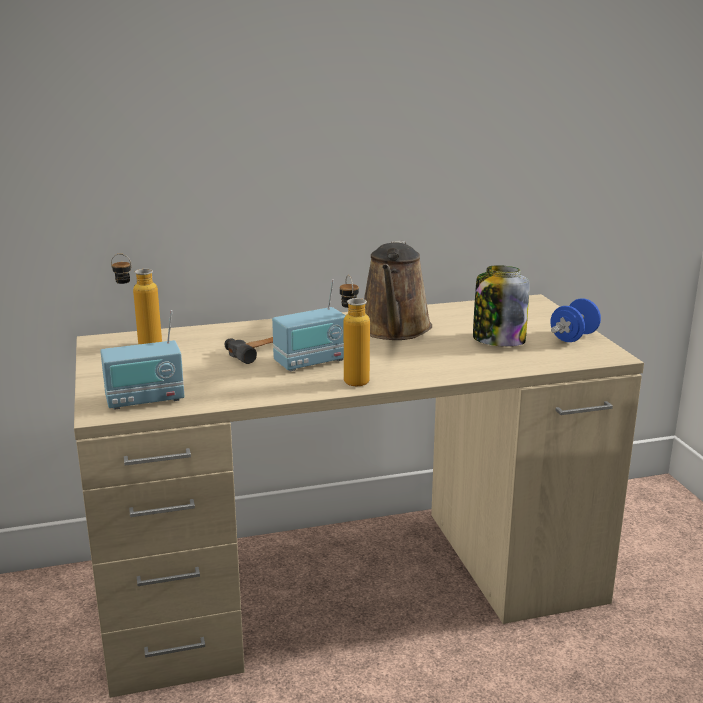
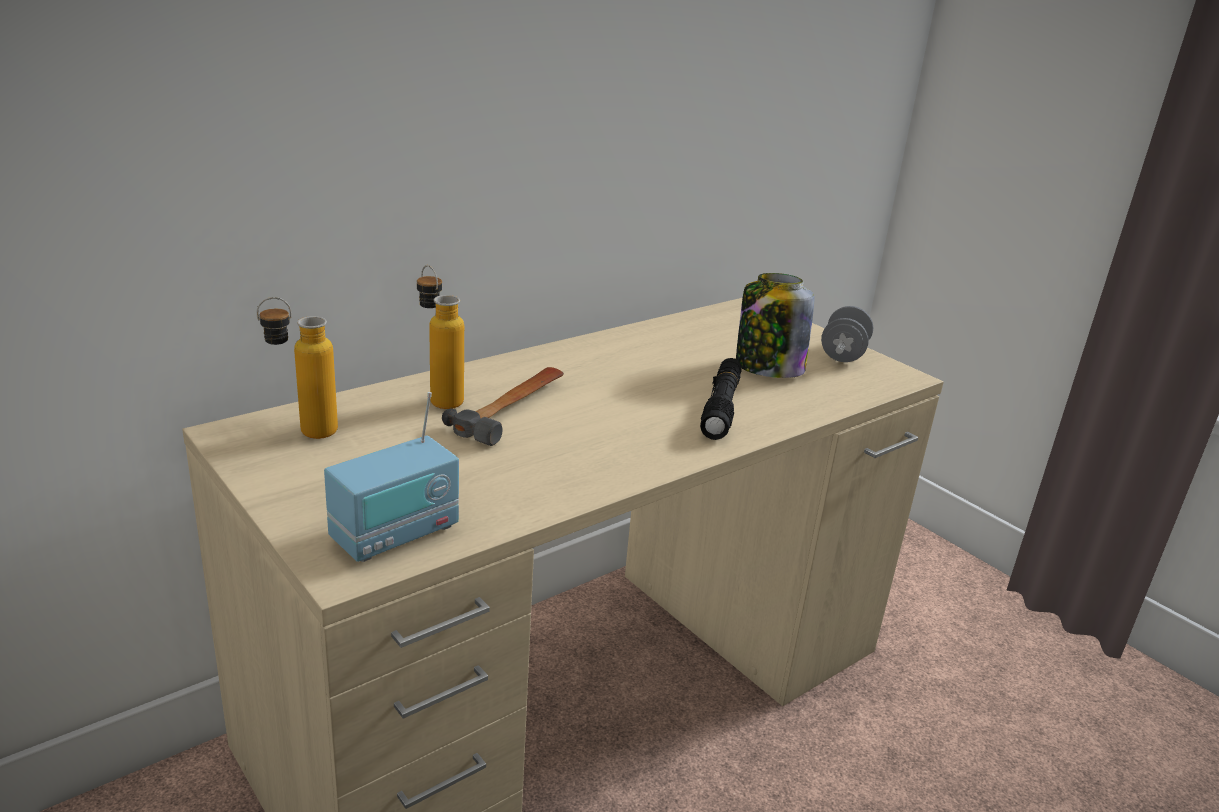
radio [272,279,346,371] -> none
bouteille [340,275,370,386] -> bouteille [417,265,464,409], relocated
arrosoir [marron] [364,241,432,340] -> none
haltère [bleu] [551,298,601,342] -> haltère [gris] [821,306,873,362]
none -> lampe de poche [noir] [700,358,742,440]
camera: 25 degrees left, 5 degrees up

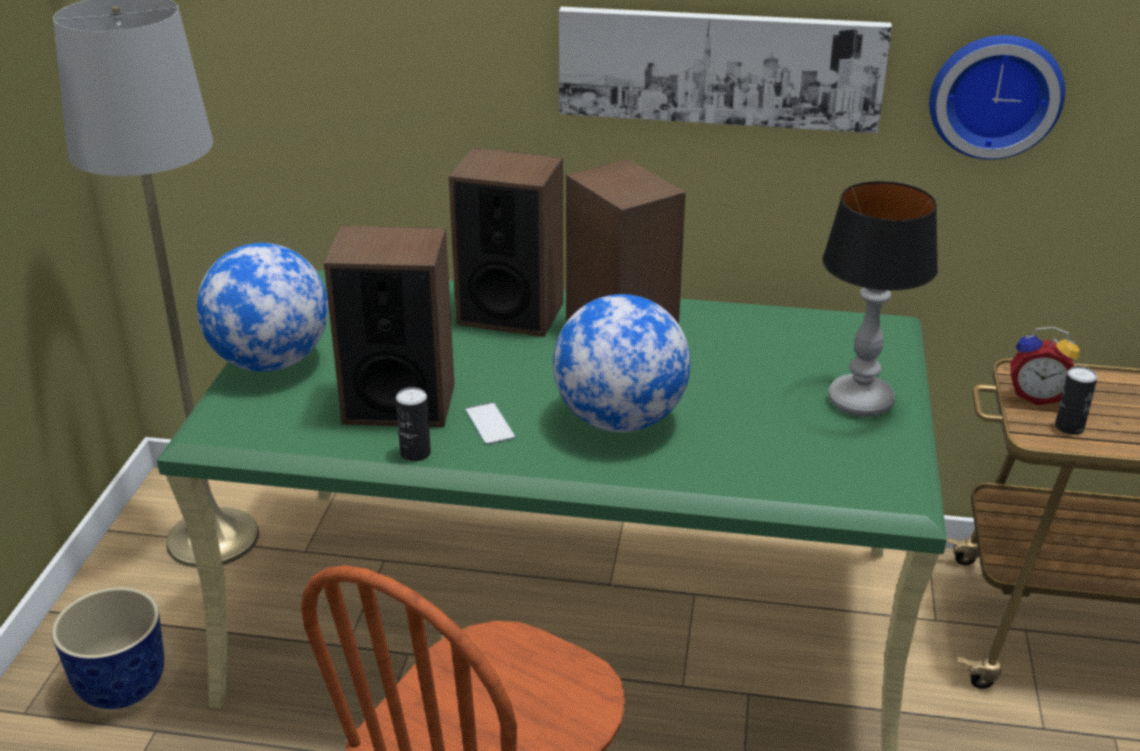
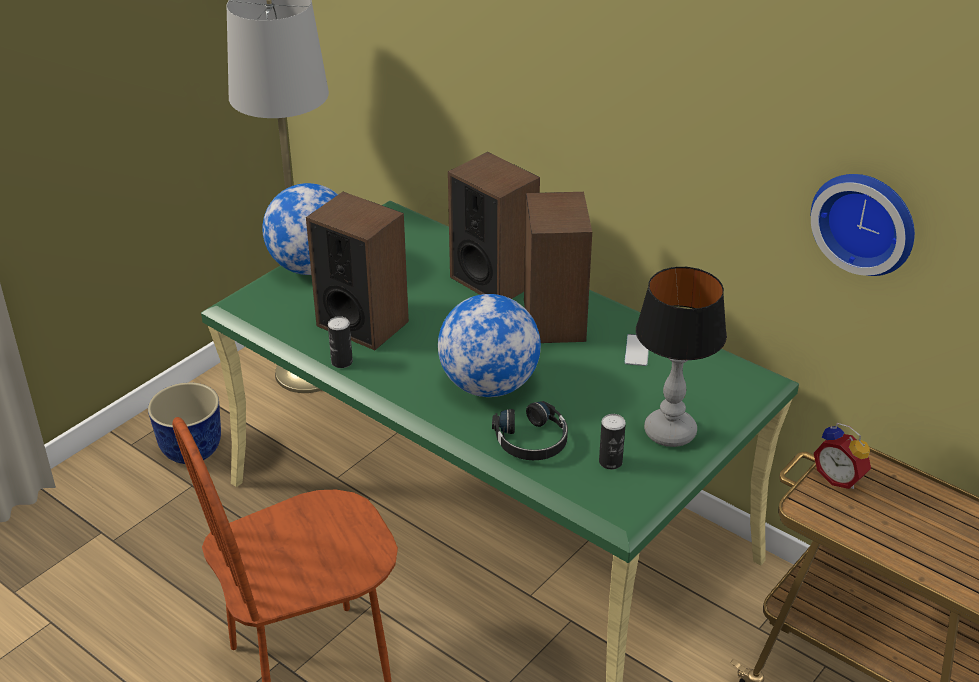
téléphone [465,402,515,444] -> téléphone [624,334,649,366], relocated
tableau [559,7,892,133] -> none
boîte métallique [1055,366,1097,435] -> boîte métallique [599,414,626,470], relocated
none -> casque audio [noir] [492,401,568,460]
camera: 30 degrees right, 5 degrees up

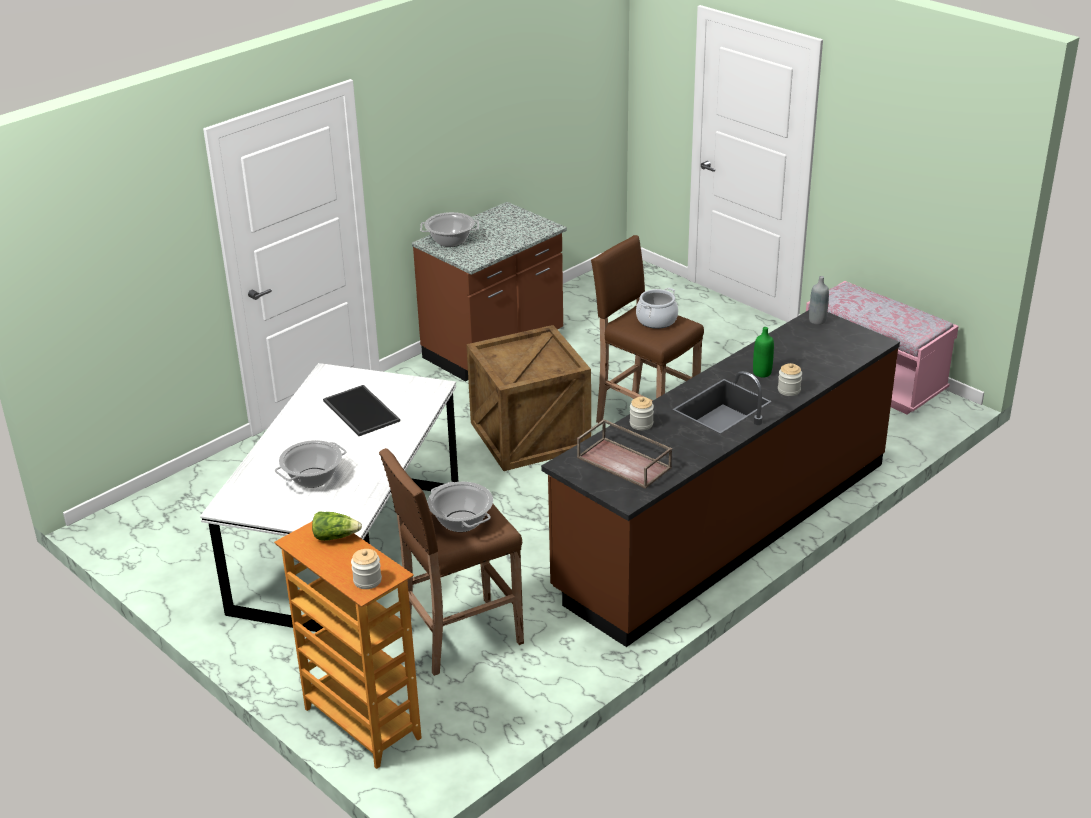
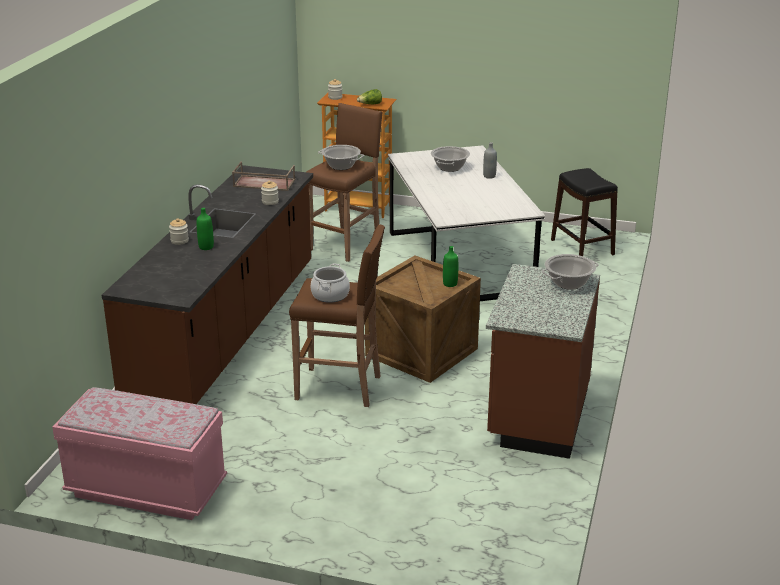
plateau [323,385,400,436] -> none
bouteille [gris] [809,276,829,325] -> bouteille [gris] [483,142,497,179], relocated
none -> bouteille [vert] [443,246,458,287]
none -> tabouret [noir] [551,168,618,256]
camera: 150 degrees right, 5 degrees down

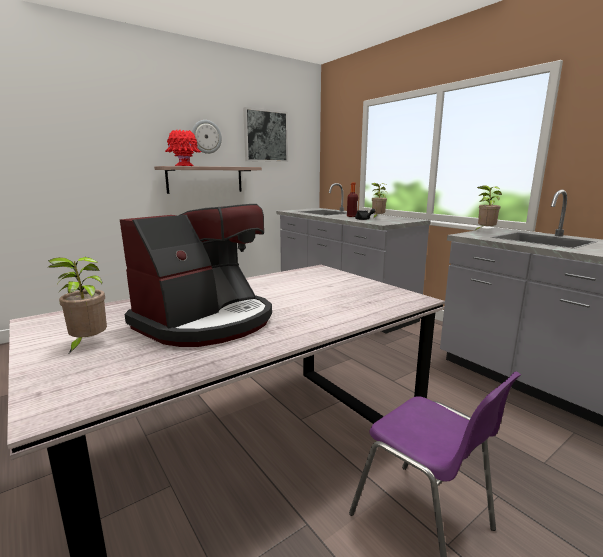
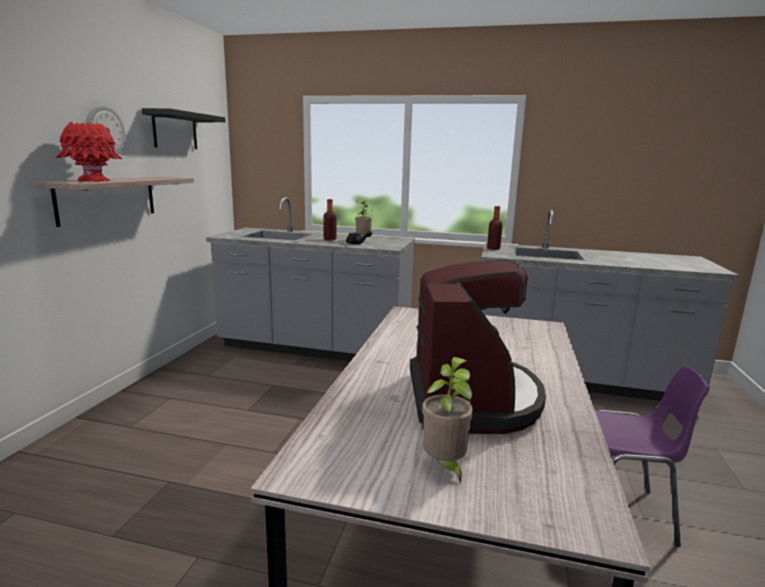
tableau [243,107,288,162] -> étagère [noir] [142,108,226,149]
plante en pot [473,185,502,232] -> bouteille [487,206,503,250]
camera: 40 degrees left, 0 degrees up

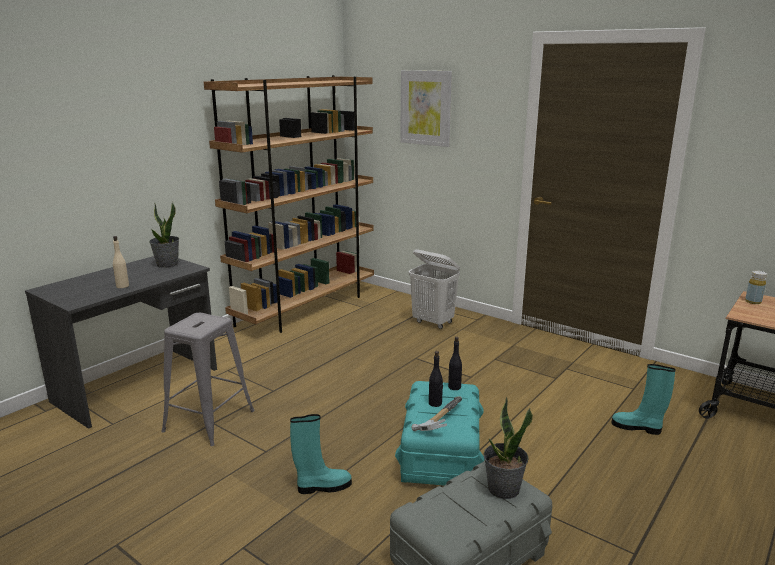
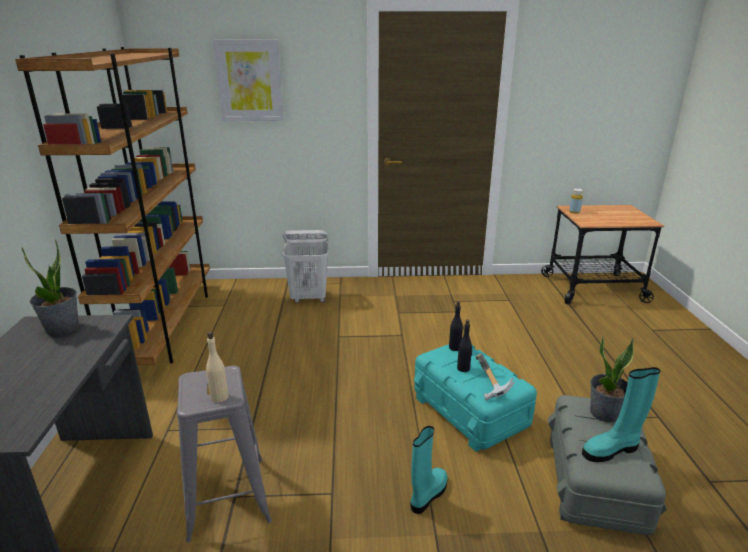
bouteille [beige] [113,236,129,288] -> bouteille [beige] [206,331,229,403], relocated
botte [turquoise] [612,364,676,435] -> botte [turquoise] [582,367,660,462], relocated
camera: 40 degrees left, 5 degrees up

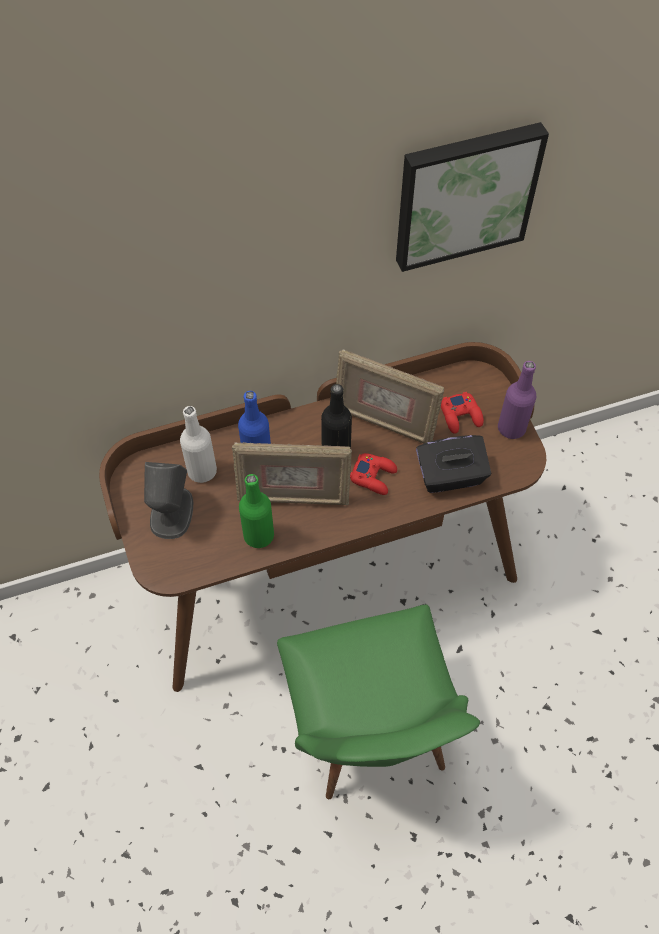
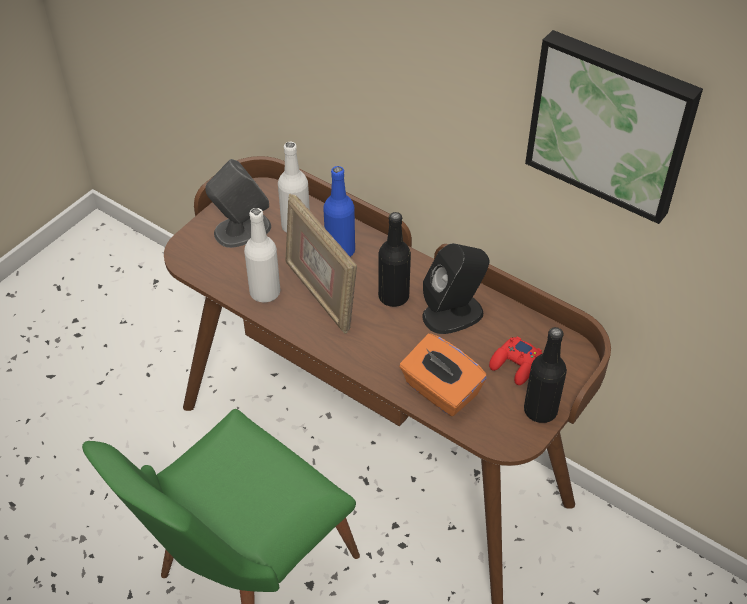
bouteille [vert] [239,474,274,548] -> bouteille [blanc] [244,208,280,303]
cadre photo [336,349,444,443] -> enceinte [noir] [422,243,489,334]
manette [rouge] [350,453,397,495] -> none
boîte à mouchoirs [noir] [416,435,491,493] -> boîte à mouchoirs [orange] [399,333,487,416]
bouteille [violet] [498,361,536,439] -> bouteille [noir] [524,327,567,423]
camera: 55 degrees right, 10 degrees down

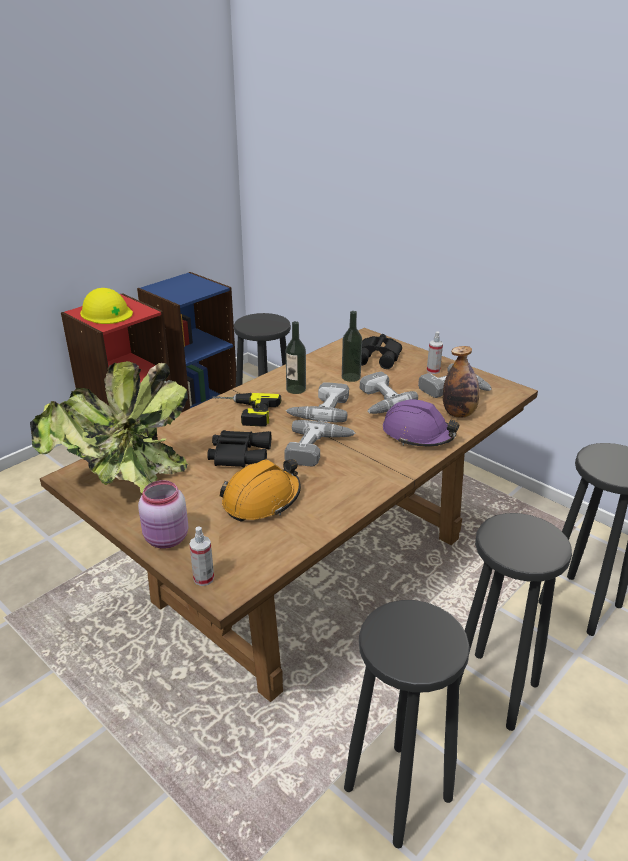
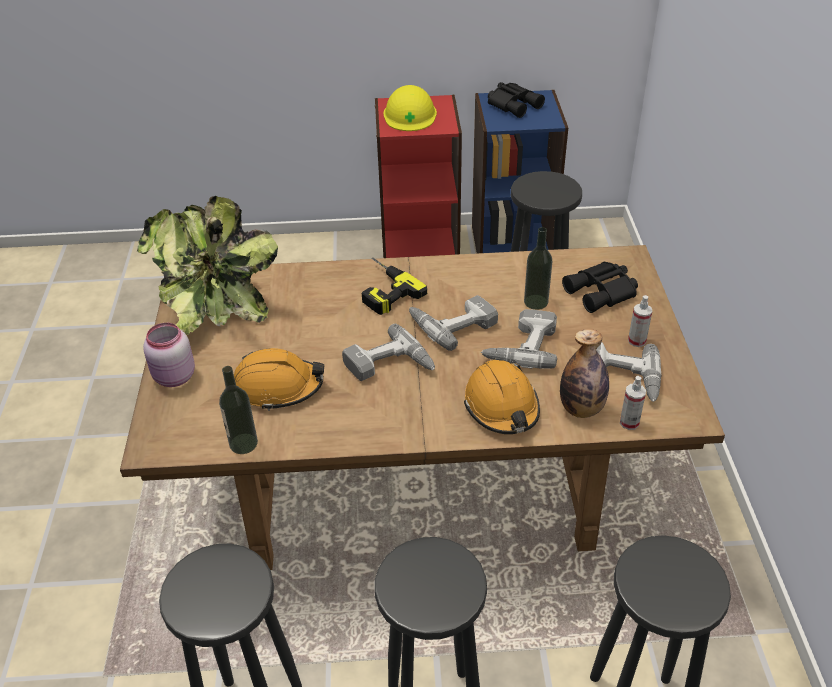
vaporisateur [189,527,214,586] -> vaporisateur [620,376,646,430], relocated
jumelles [noir] [207,430,271,467] -> jumelles [noir] [488,82,545,118], relocated
bouteille [286,321,306,394] -> bouteille [219,366,258,454], relocated
casque de chantier [violet] [383,400,460,447] -> casque de chantier [orange] [464,360,540,434]
camera: 45 degrees right, 10 degrees up

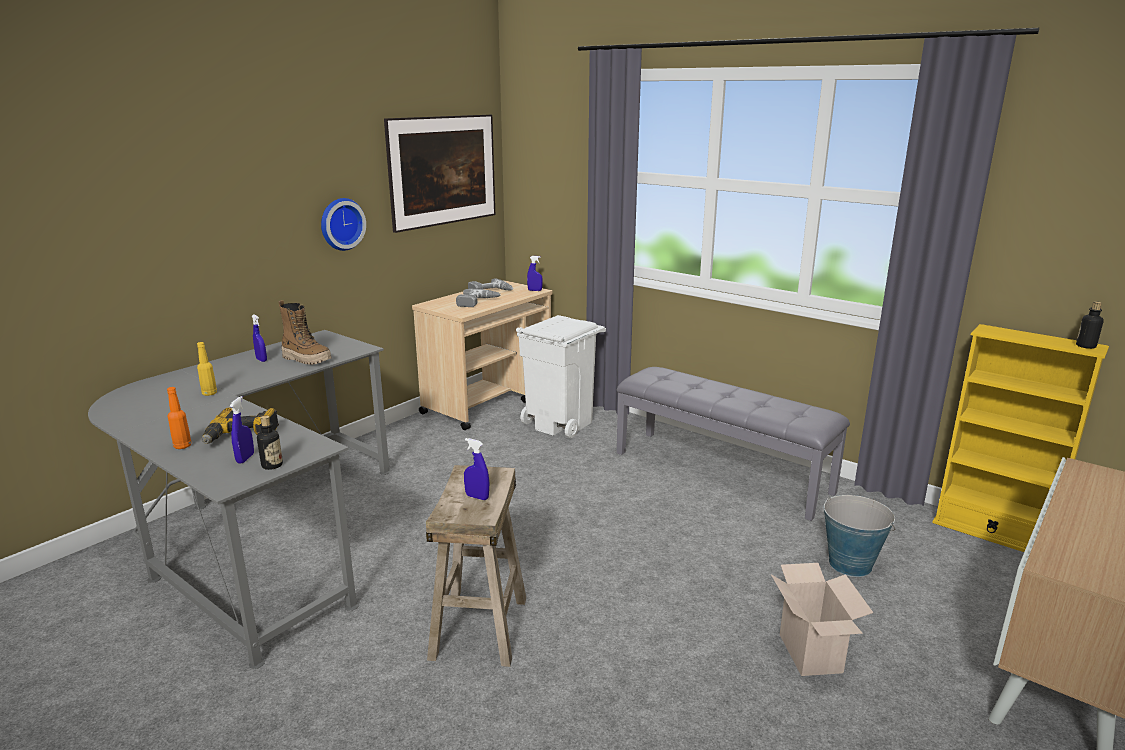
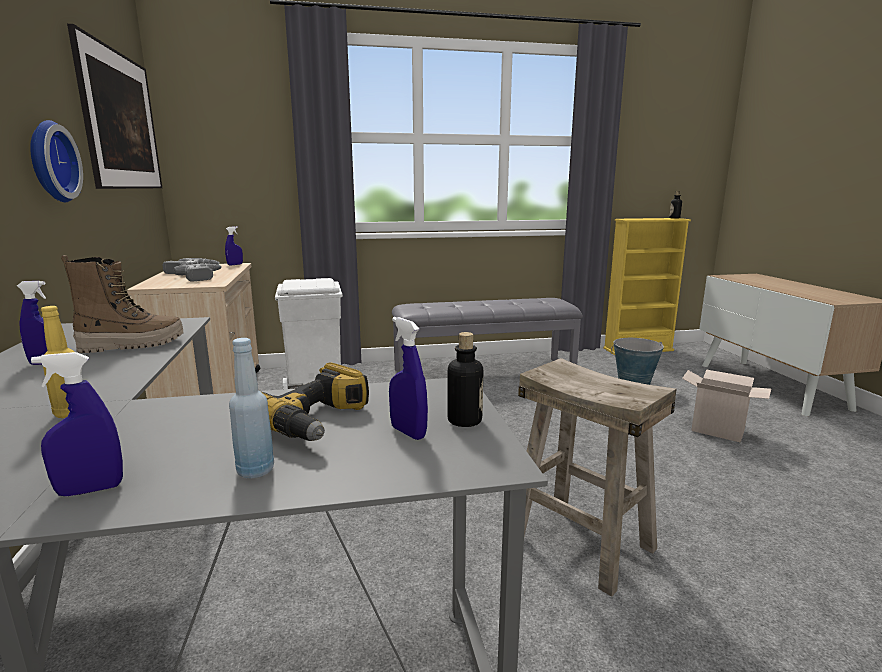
bouteille [orange] [167,387,192,449] -> bouteille [bleu] [229,338,274,479]
vaporisateur [bleu] [464,438,489,500] -> vaporisateur [bleu] [31,352,123,496], relocated
camera: 50 degrees left, 5 degrees down

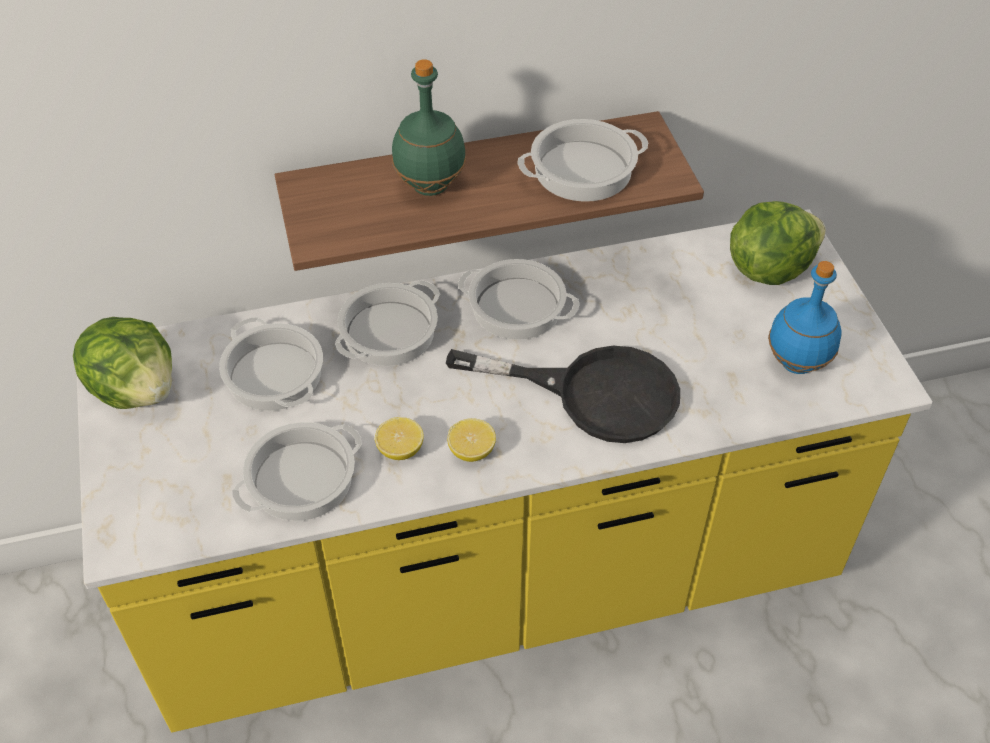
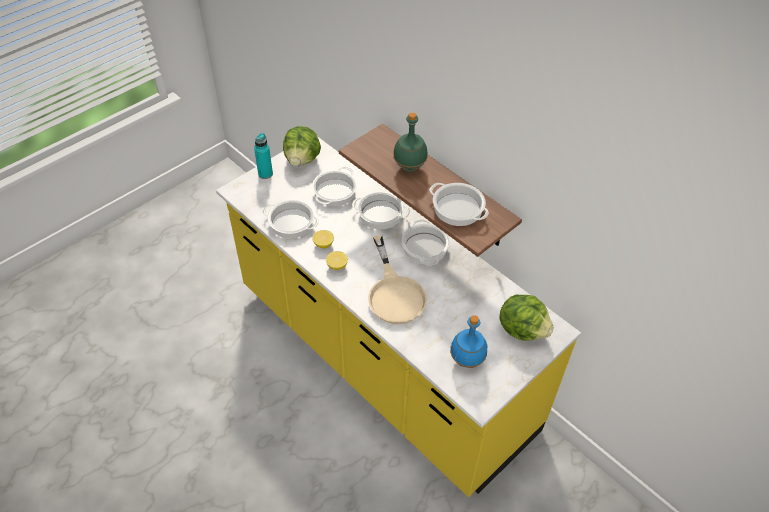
poêle [noir] [446,346,680,443] -> poêle [beige] [368,235,427,324]
none -> bouteille [turquoise] [254,133,273,179]
camera: 60 degrees right, 0 degrees up

